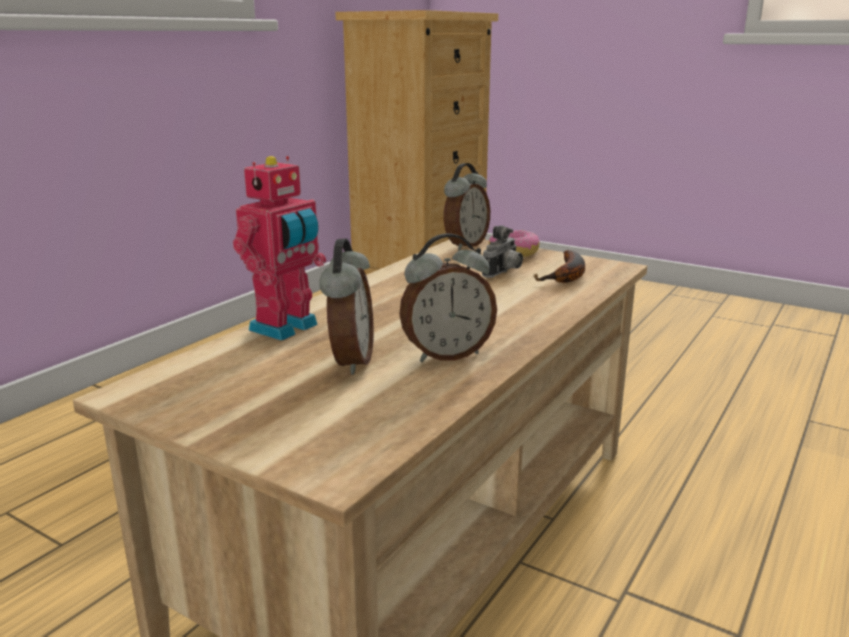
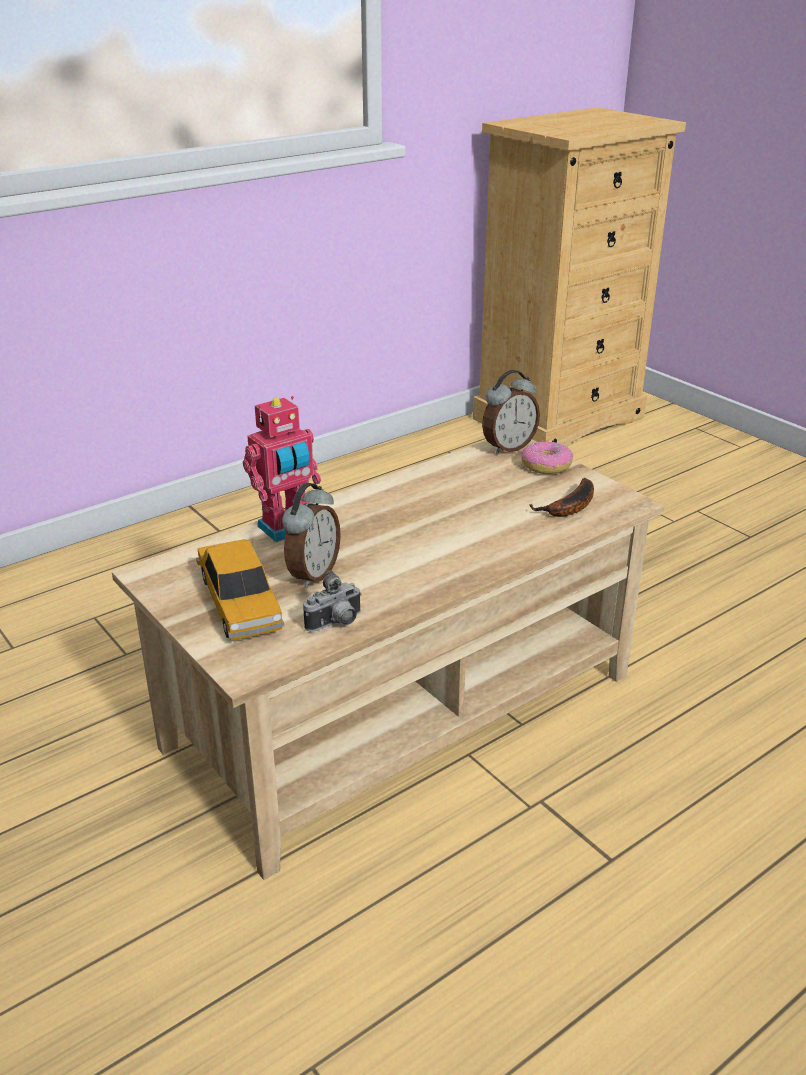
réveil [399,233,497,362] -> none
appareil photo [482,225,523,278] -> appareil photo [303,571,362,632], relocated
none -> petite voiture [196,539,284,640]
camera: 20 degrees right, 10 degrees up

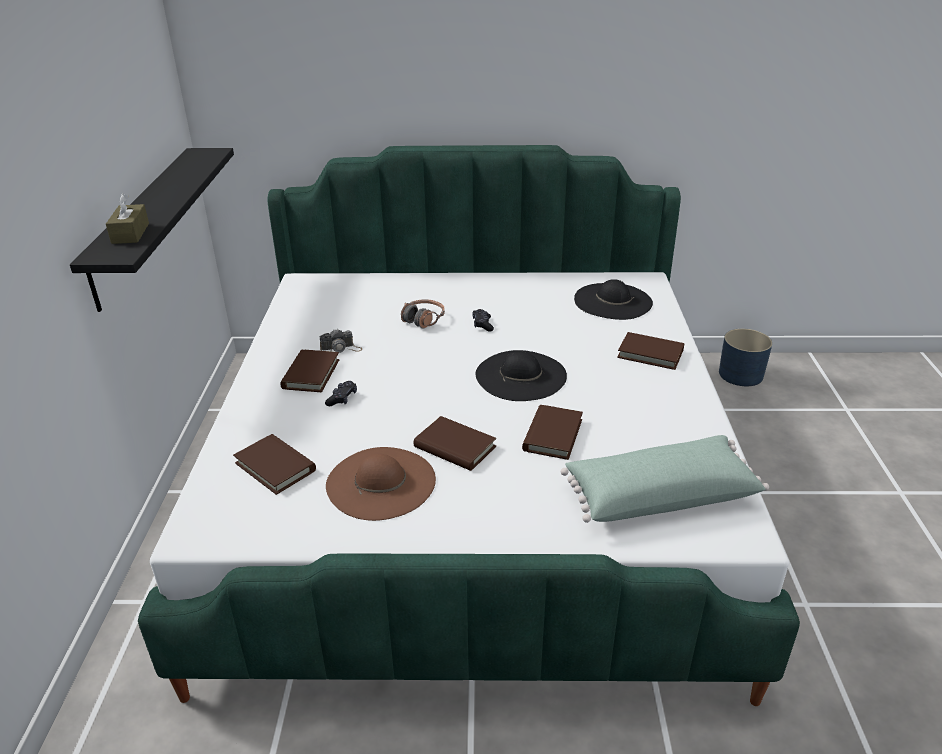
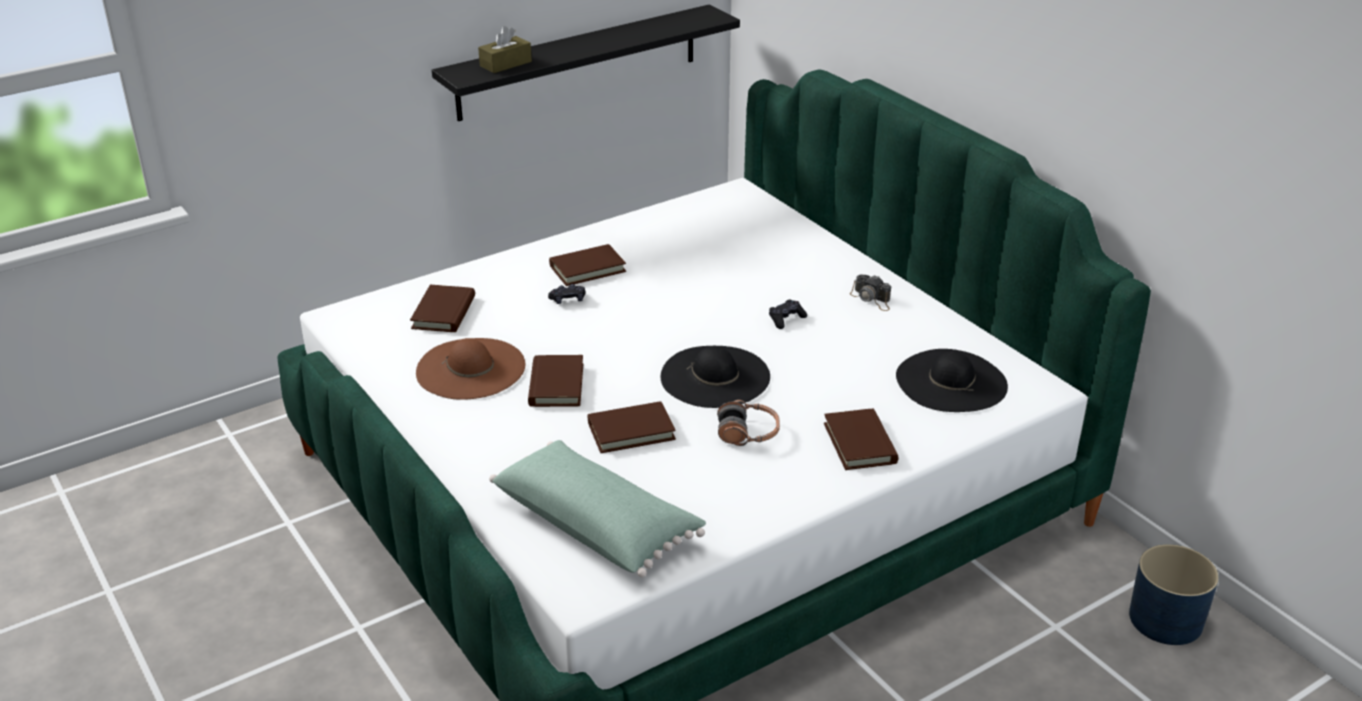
appareil photo [320,330,362,353] -> appareil photo [850,274,891,311], relocated
casque audio [401,299,445,328] -> casque audio [717,400,780,446], relocated
camera: 55 degrees right, 0 degrees up

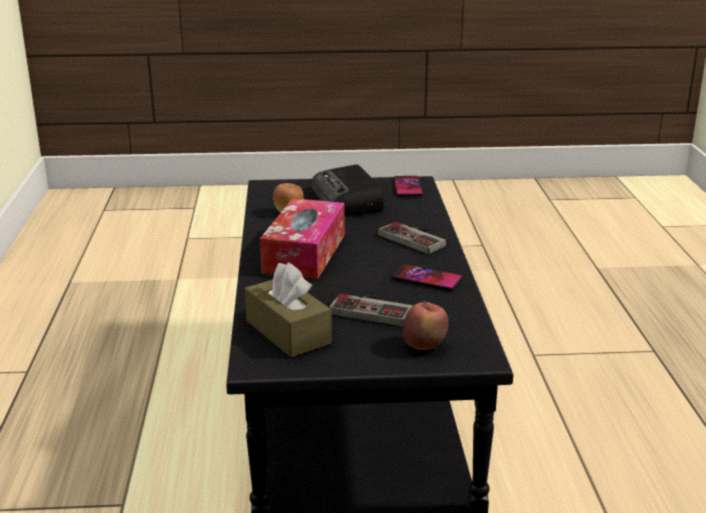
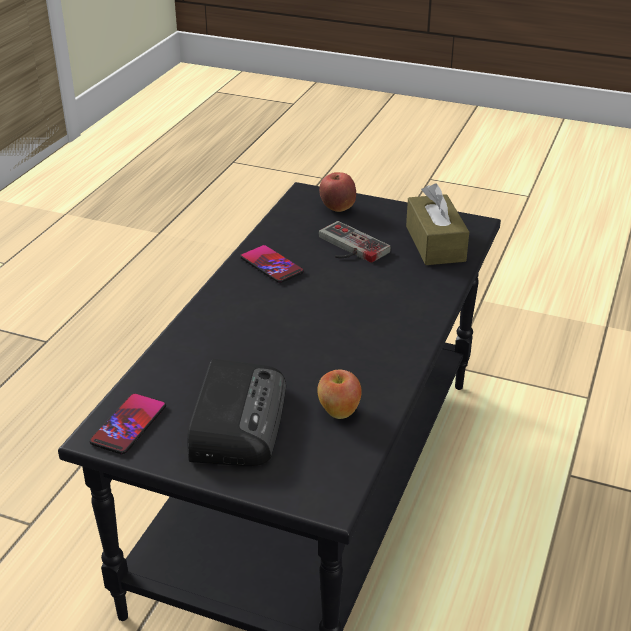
boîte à mouchoirs [260,198,345,279] -> none
manette [378,222,446,254] -> none
camera: 155 degrees left, 10 degrees up

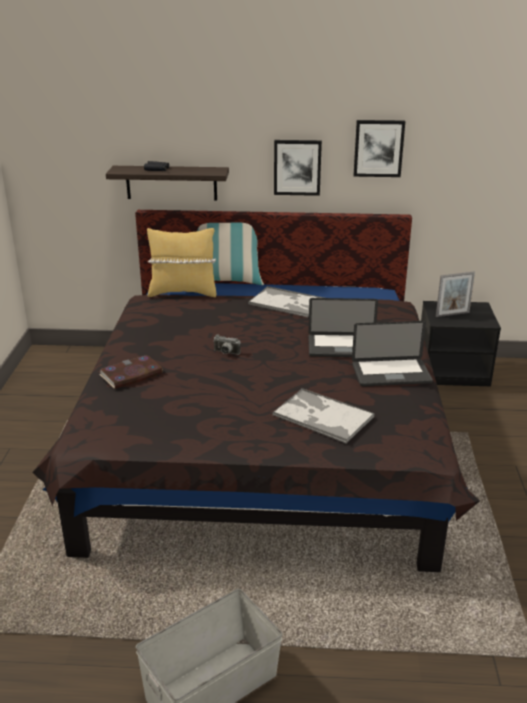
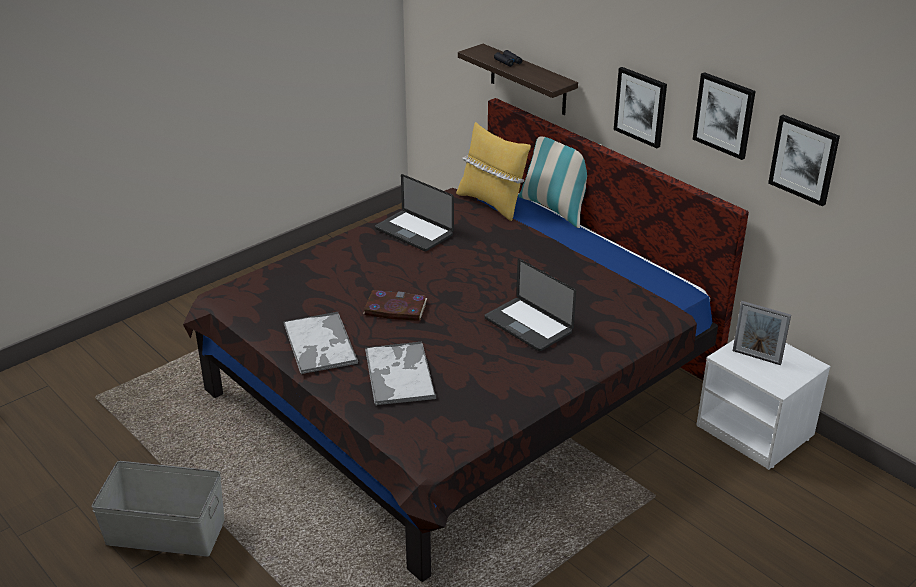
livre [99,355,163,389] -> livre [363,290,427,321], relocated
appareil photo [213,335,241,355] -> none
plateau [248,286,324,318] -> plateau [283,312,358,374], relocated
ordinateur portable [352,321,433,386] -> ordinateur portable [375,174,454,251], relocated
table de chevet [noir] [421,301,501,387] -> table de chevet [blanc] [696,340,830,470]
none -> tableau [768,115,840,206]
camera: 45 degrees right, 5 degrees up

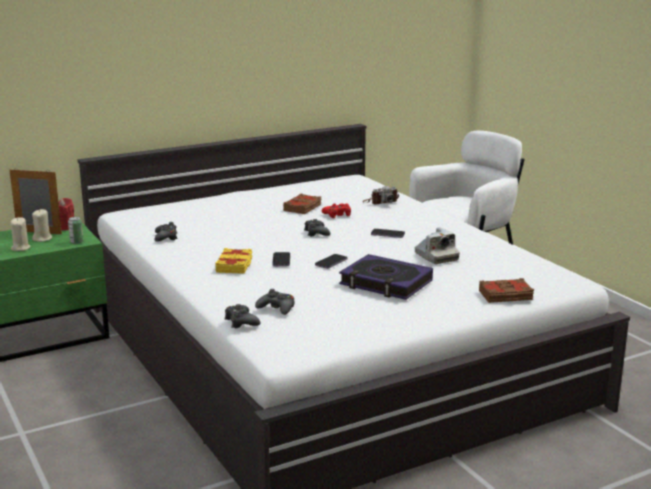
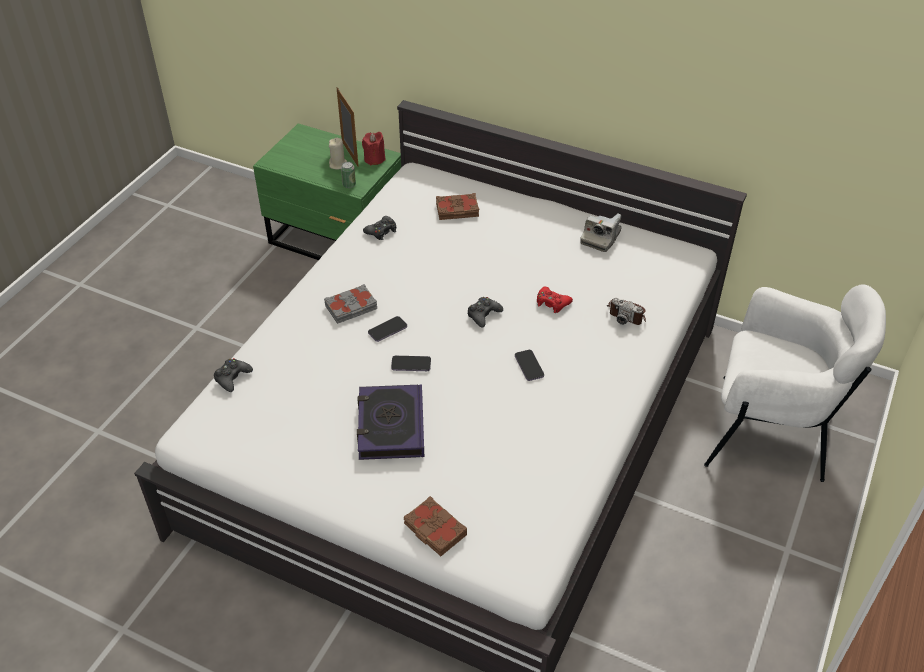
bougie [beige] [10,217,31,251] -> none
livre [jaune] [215,248,252,274] -> livre [gris] [324,284,377,324]
manette [noir] [255,289,294,315] -> none
livre [marron] [283,193,321,214] -> livre [marron] [436,193,479,220], relocated
appareil photo [415,227,460,264] -> appareil photo [580,213,622,252], relocated
camera: 55 degrees right, 25 degrees up

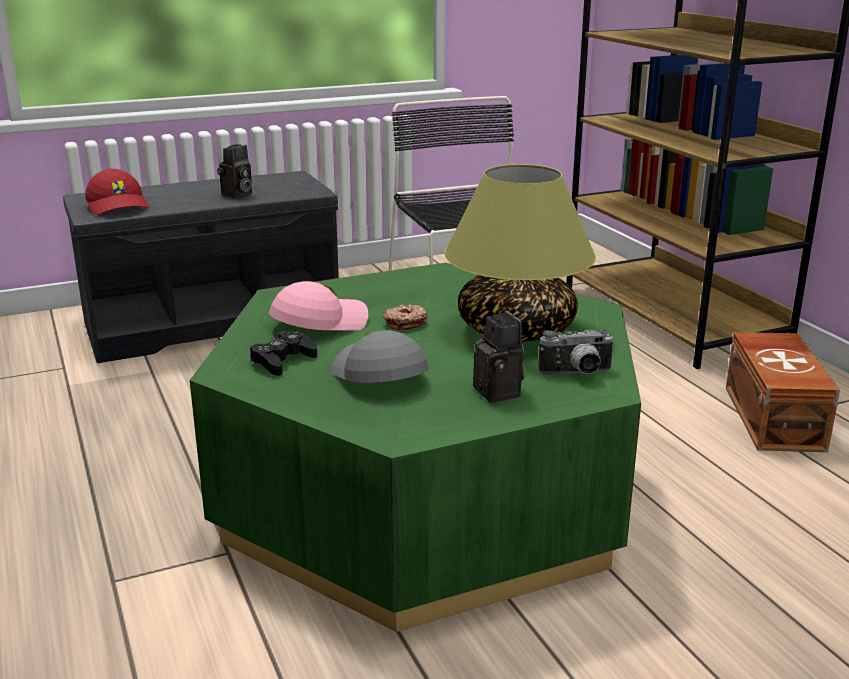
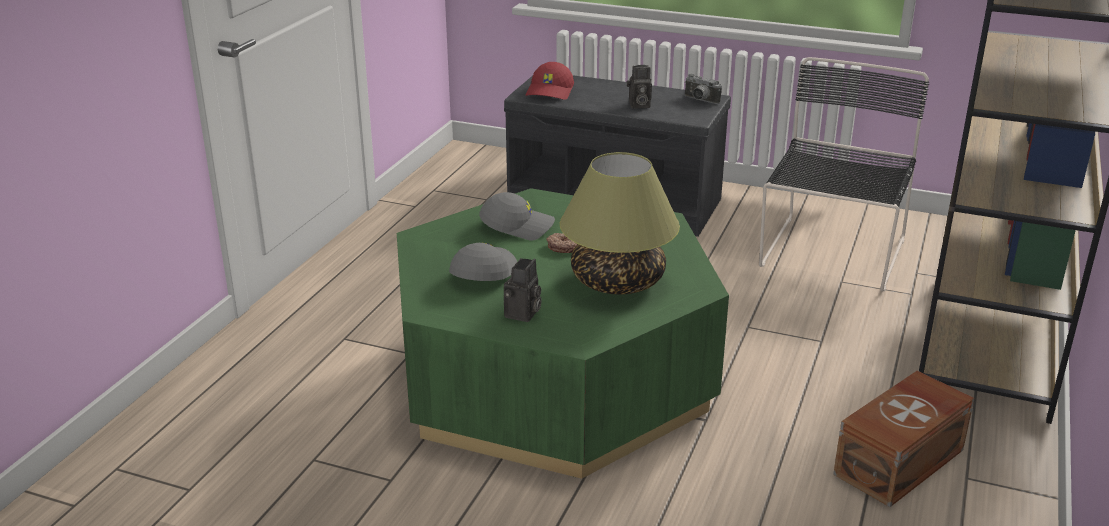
manette [noir] [250,331,317,376] -> none
casquette [rose] [269,281,368,330] -> casquette [gris] [479,192,555,240]
appareil photo [538,329,615,375] -> appareil photo [684,74,722,104], relocated
camera: 45 degrees right, 5 degrees up

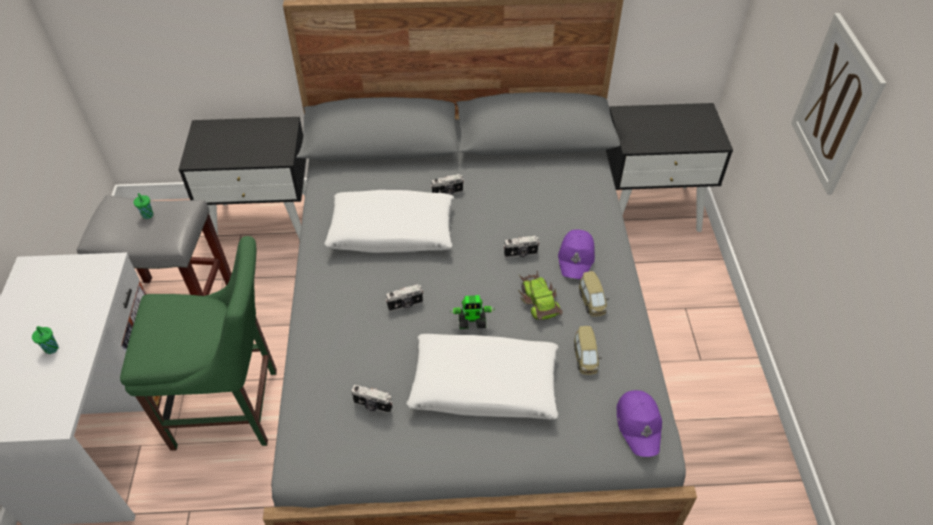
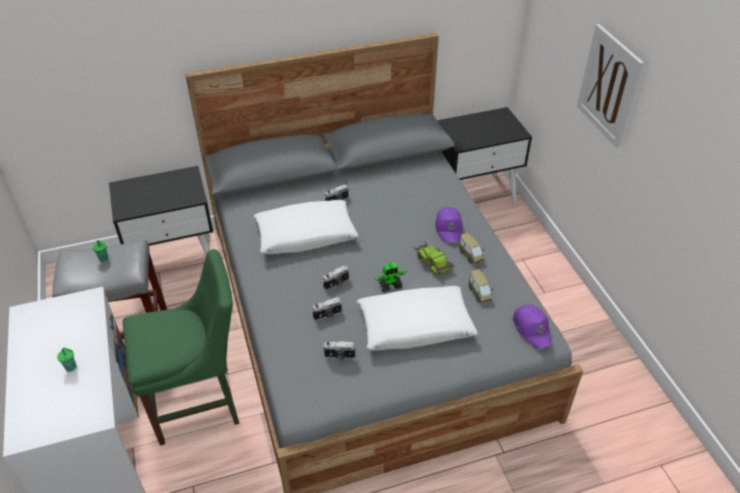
appareil photo [503,236,540,258] -> appareil photo [312,297,342,321], relocated
camera: 15 degrees left, 5 degrees down

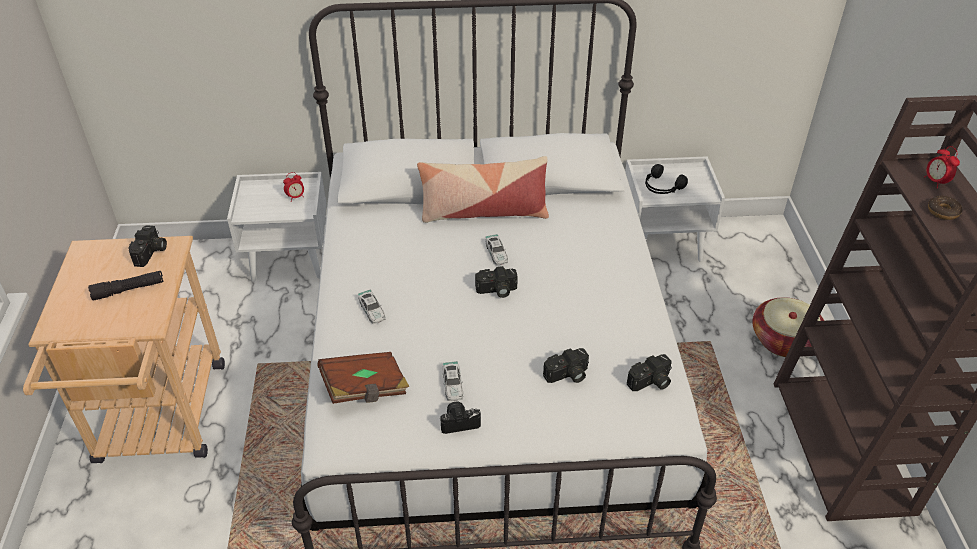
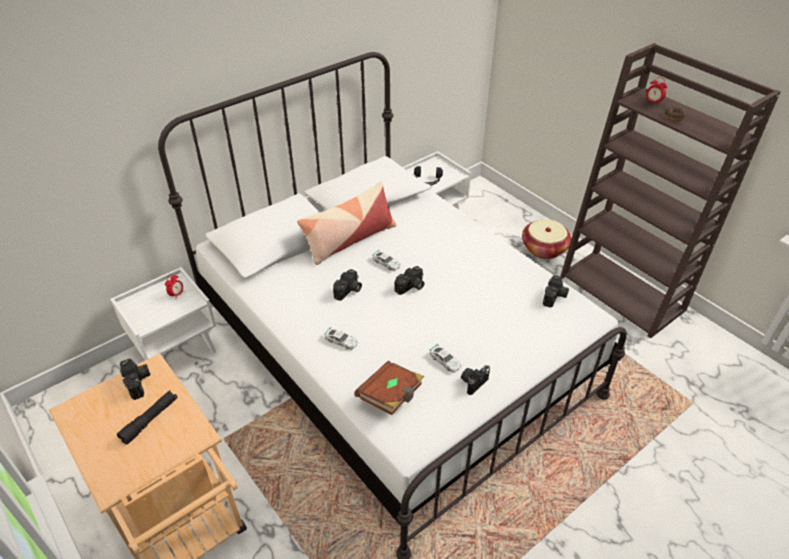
appareil photo [543,348,589,383] -> appareil photo [333,269,362,301], relocated
camera: 35 degrees left, 0 degrees up

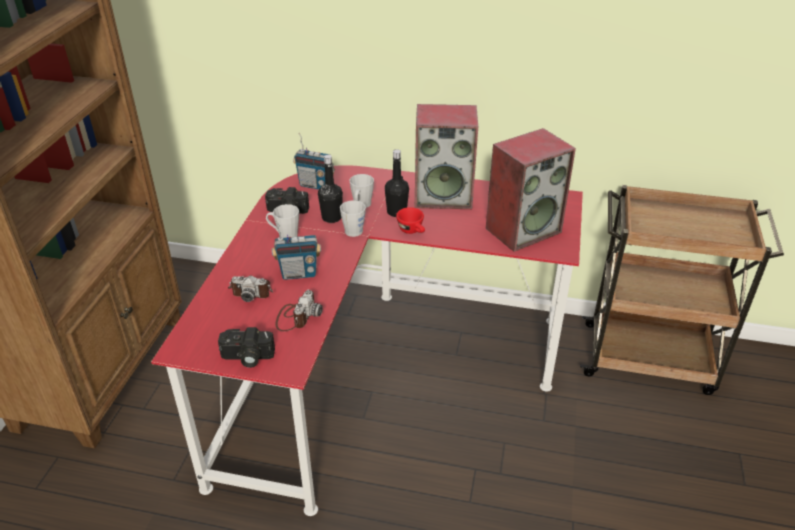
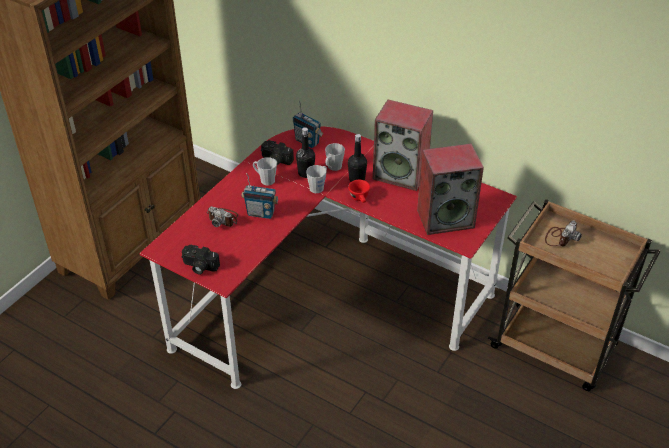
appareil photo [275,290,323,331] -> appareil photo [545,220,582,246], relocated
camera: 20 degrees right, 5 degrees up

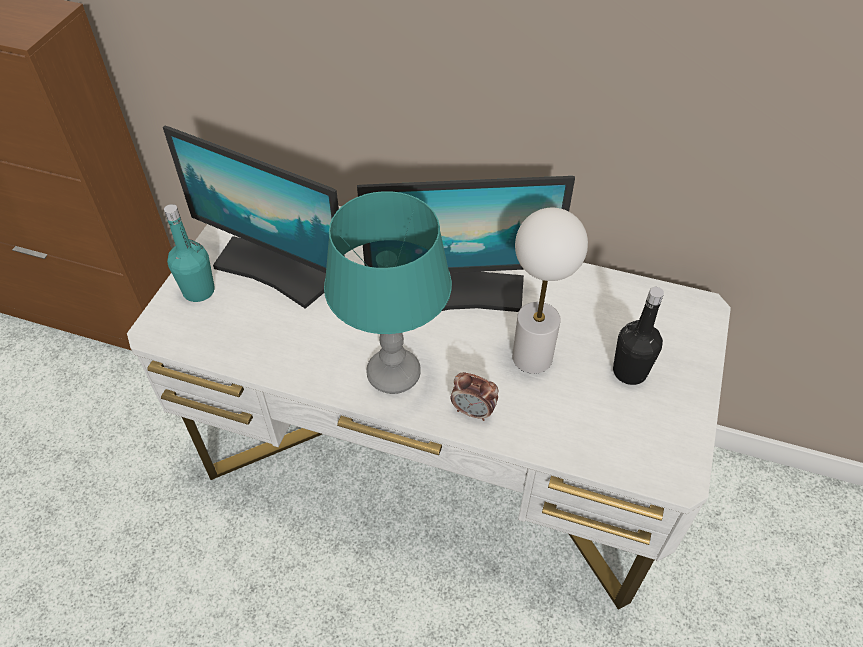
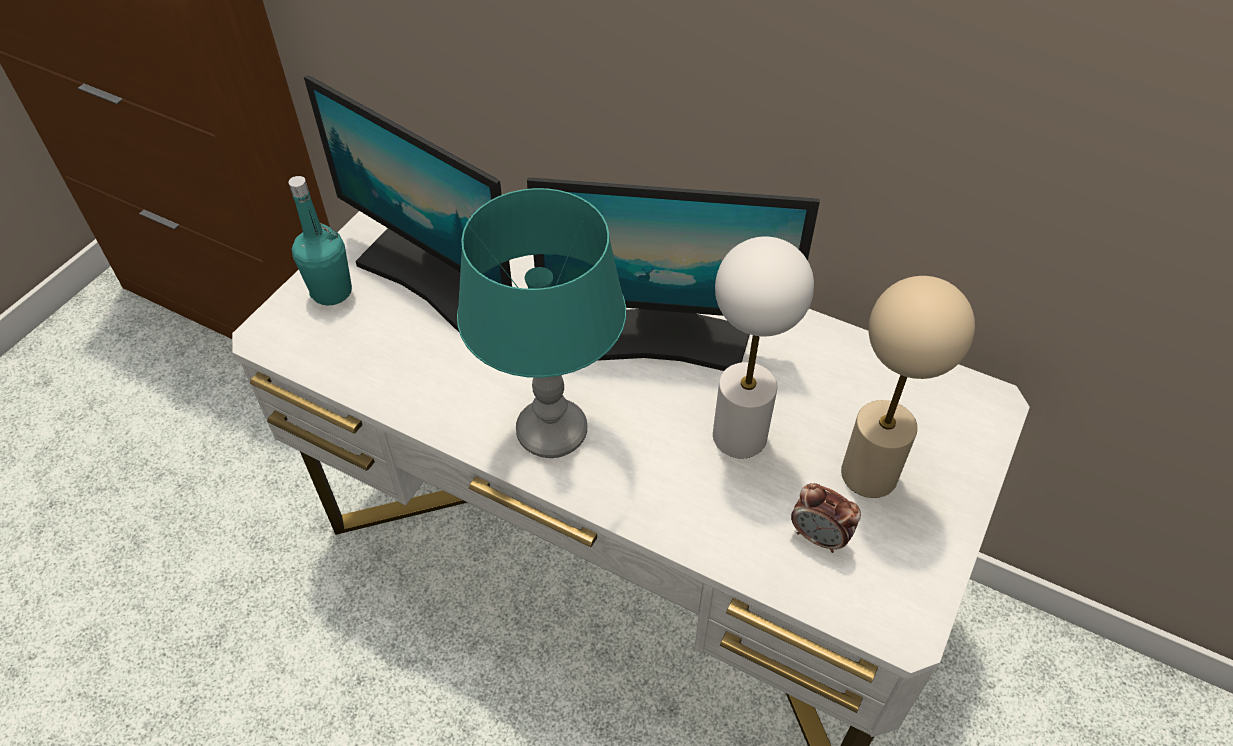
réveil [451,372,498,421] -> réveil [791,483,861,553], relocated
bouteille [noir] [613,287,664,385] -> lampe de table [beige] [841,276,975,498]
camera: 10 degrees right, 0 degrees up

